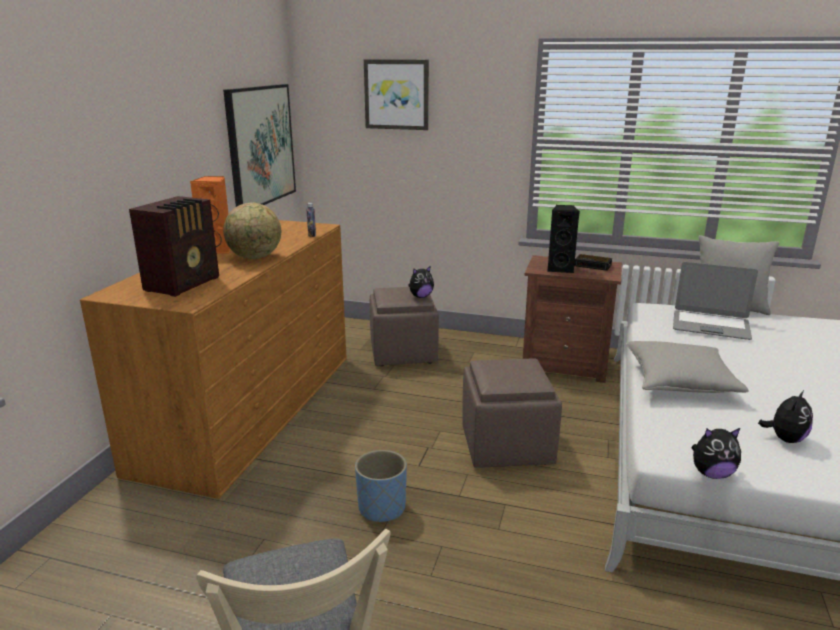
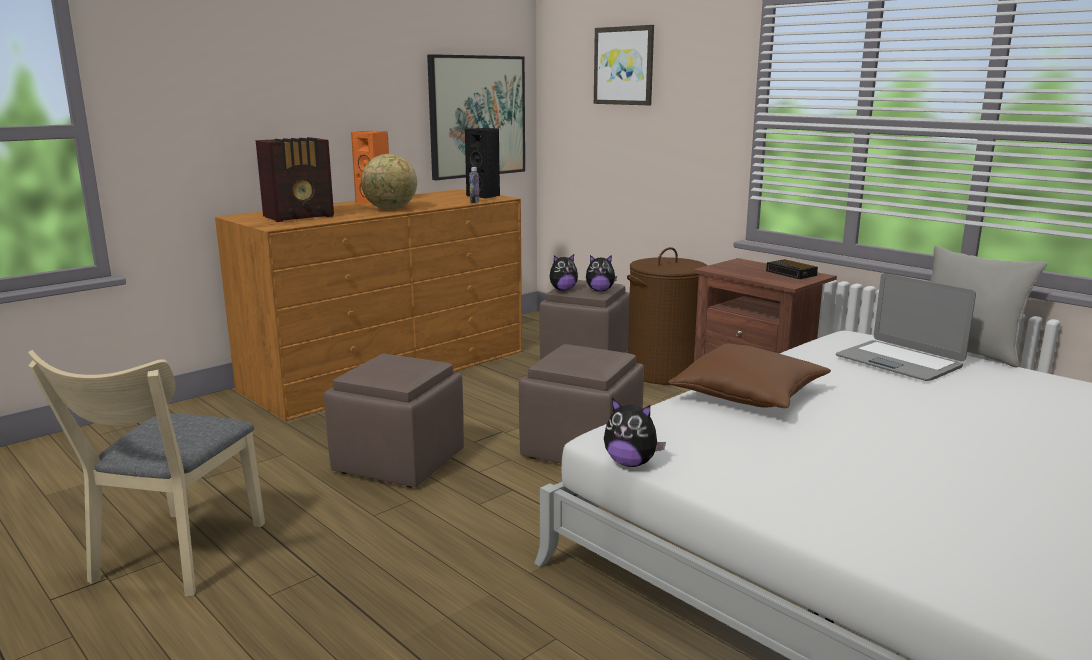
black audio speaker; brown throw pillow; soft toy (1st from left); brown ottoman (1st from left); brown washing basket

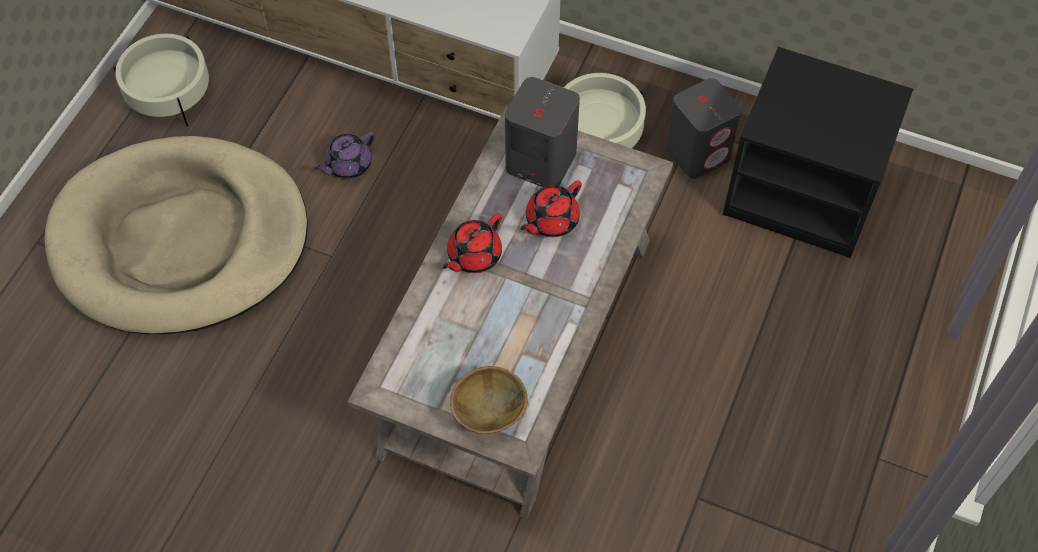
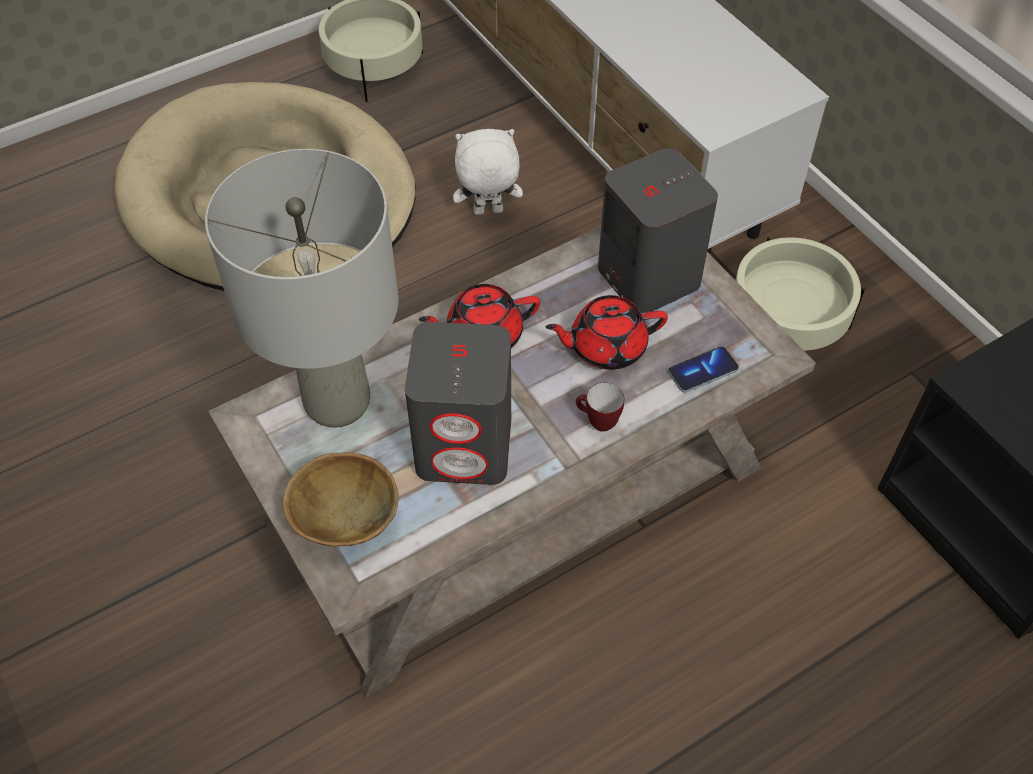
gray audio speaker (1st from left); whitish soft toy; gray table lamp; handset; coffee mug

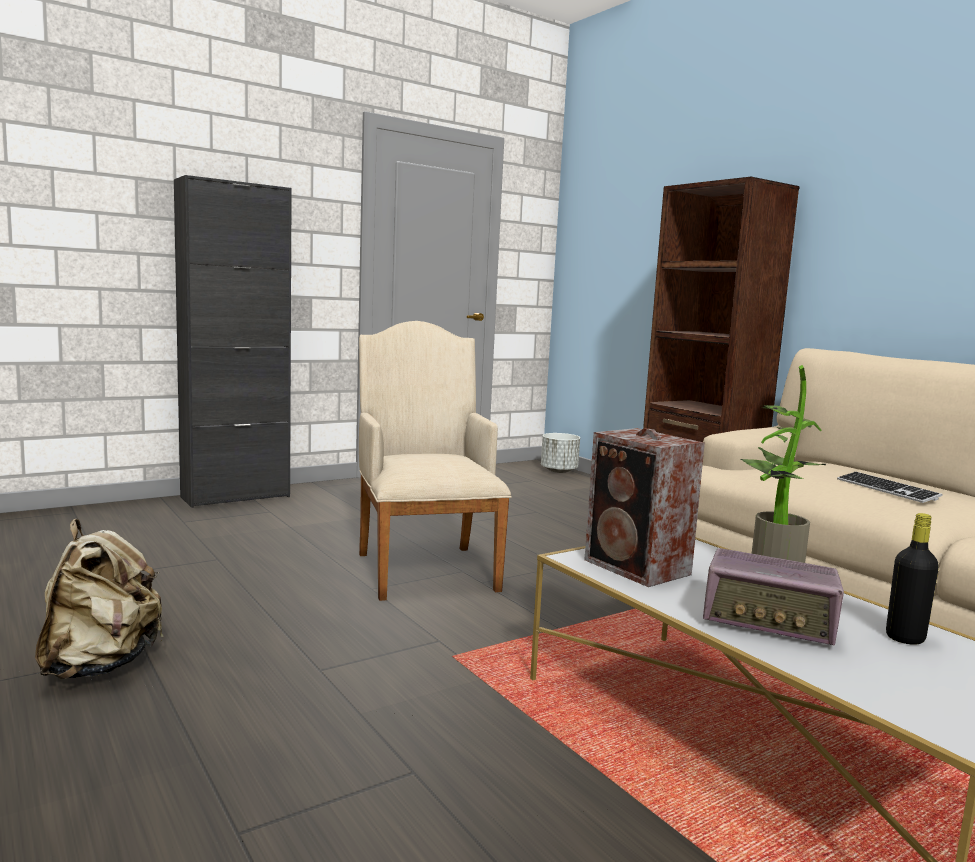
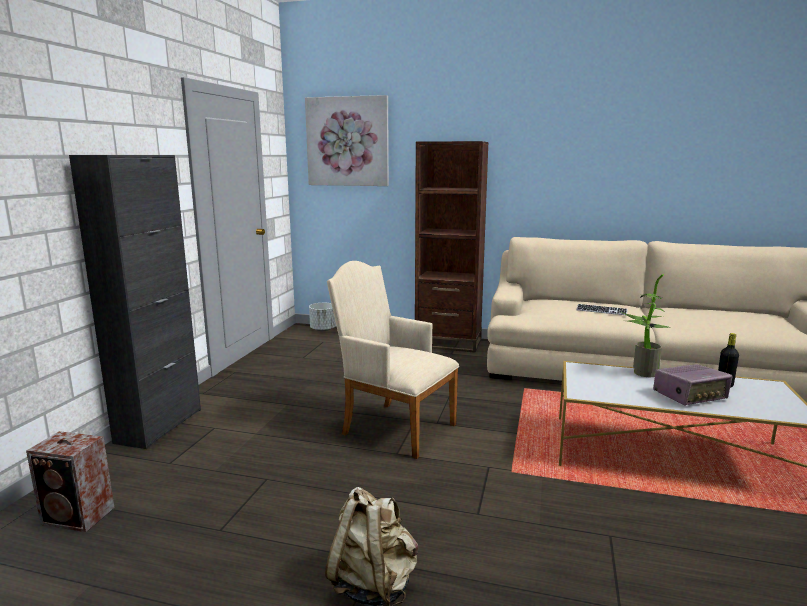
audio speaker; wall art

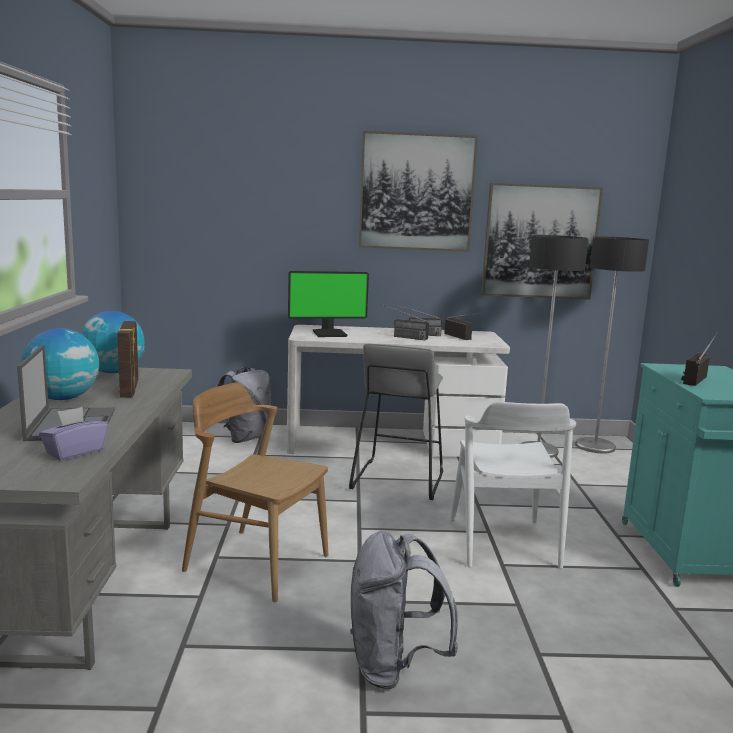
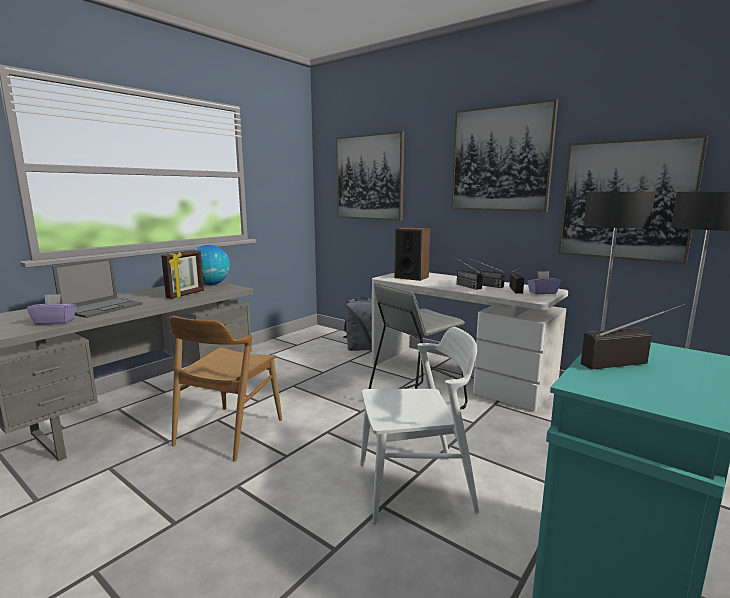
audio speaker; world globe (1st from left in the first image); brown plain chair; whitish plain chair; gray rucksack (2nd from left in the first image); wall art (1st from left); purple-coloured tissue box (2nd from left)

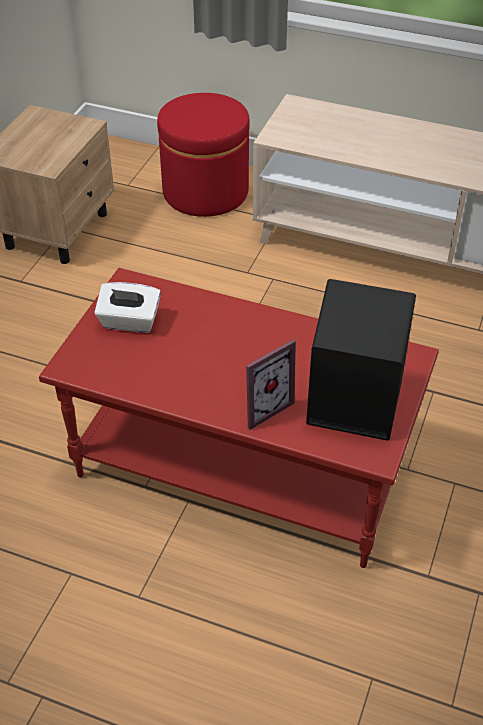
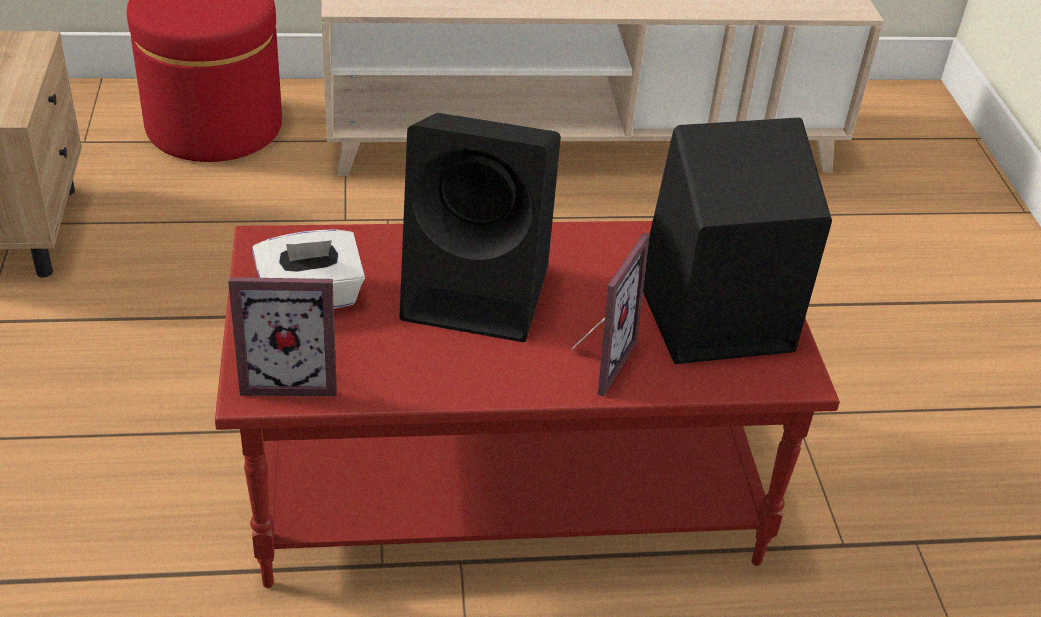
black audio speaker (1st from left); photo frame (1st from left)

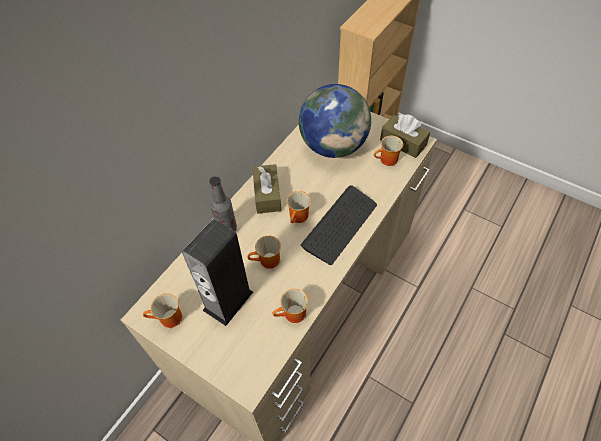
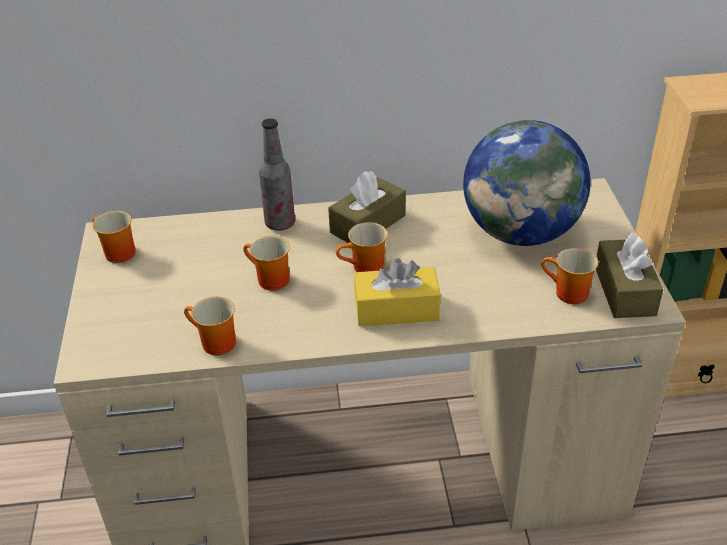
yellowish tissue box; audio speaker

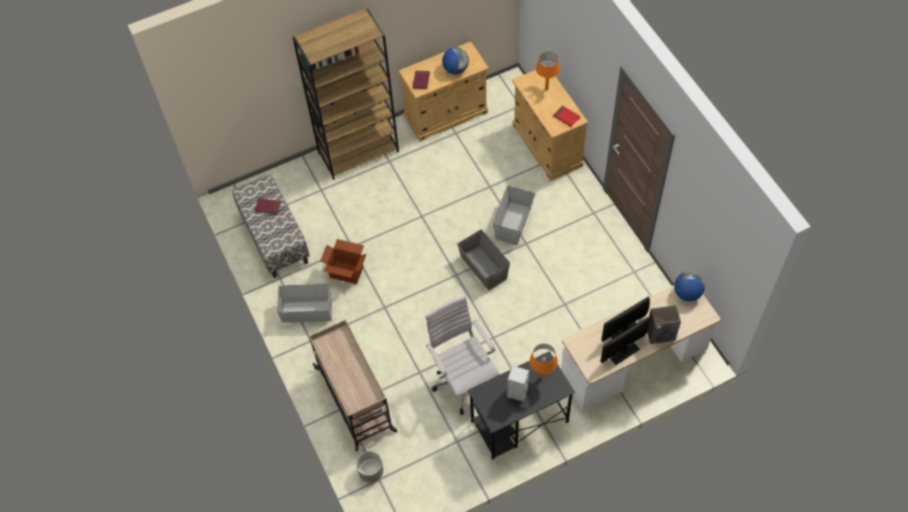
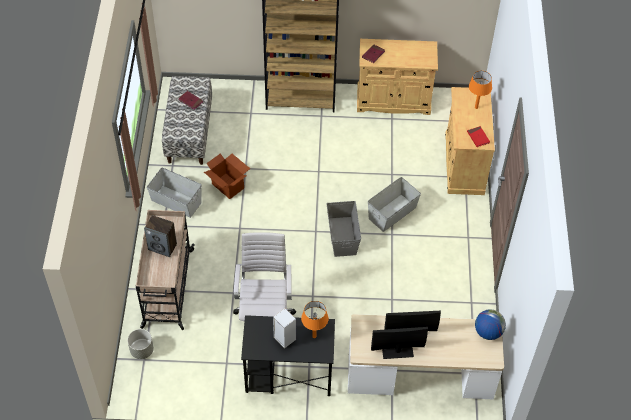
world globe (1st from left in the first image); audio speaker (1st from left)

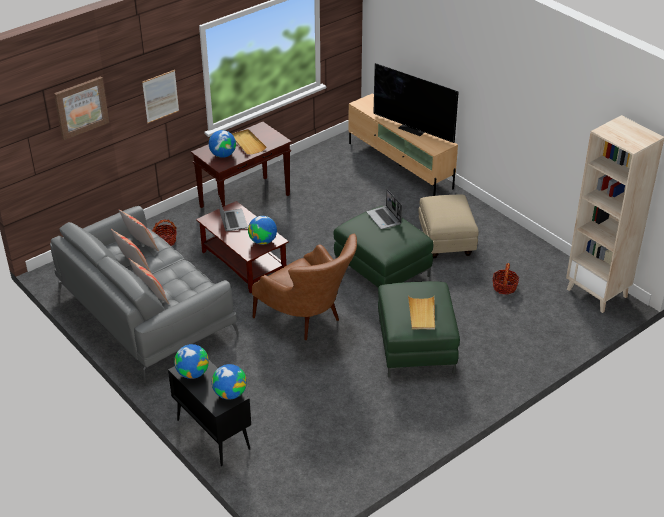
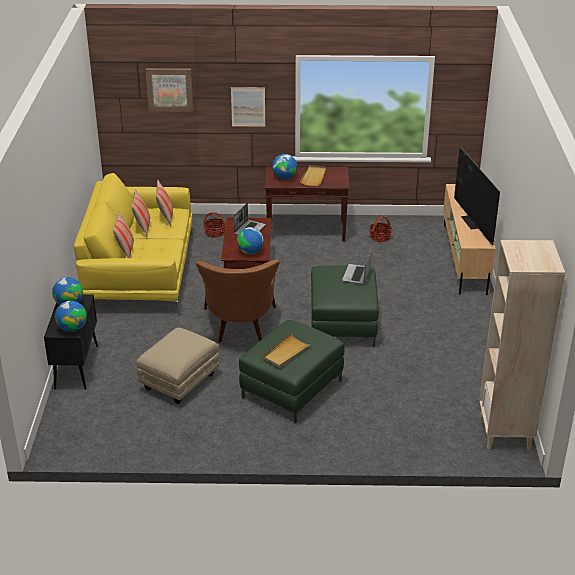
beige ottoman; yellowish couch; storage basket (2nd from left)

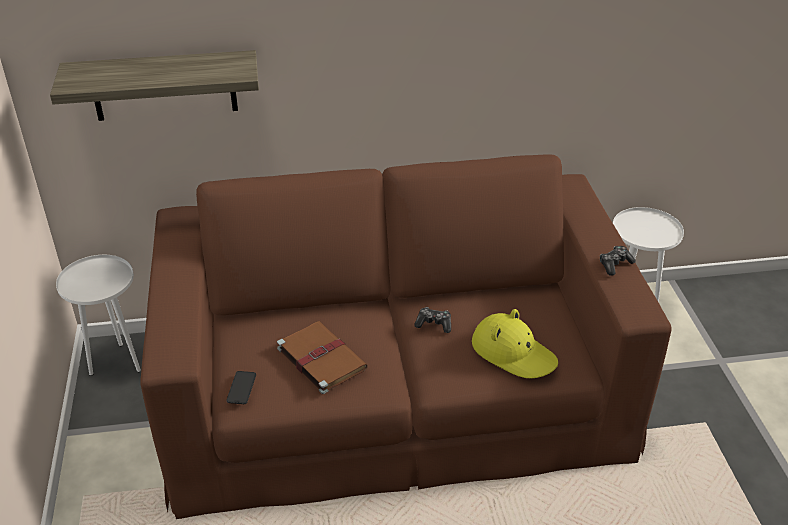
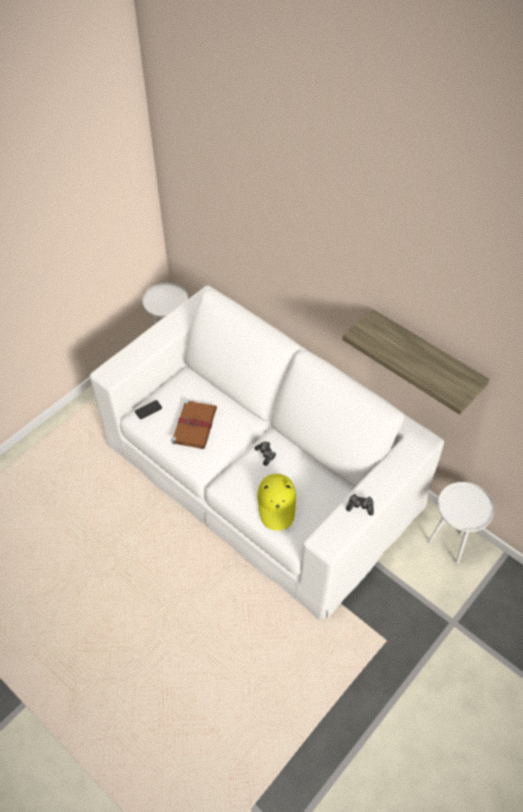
shelf; whitish couch

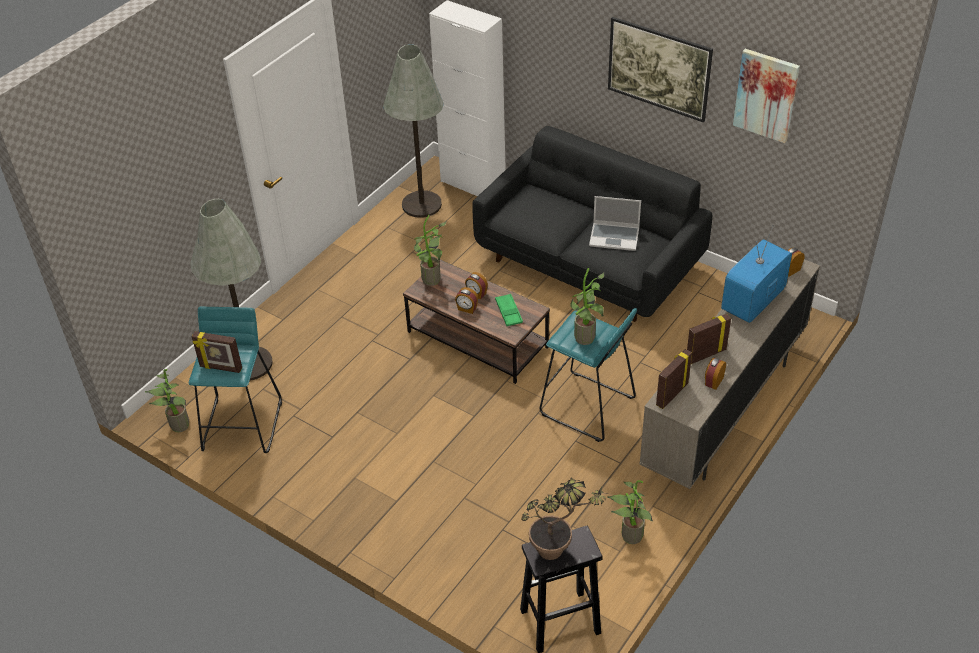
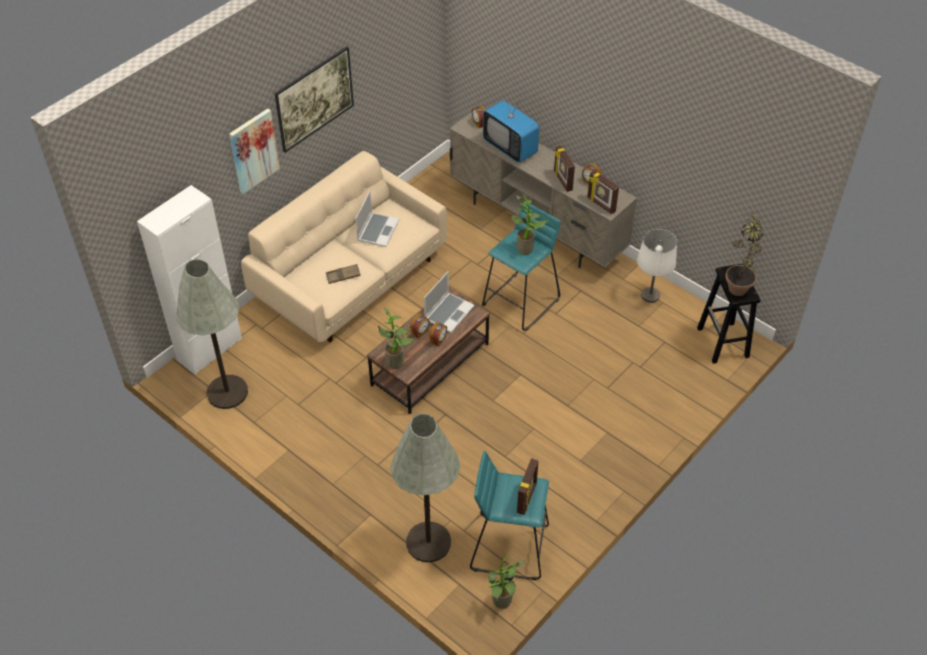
wall art (1st from left); beige couch; laptop (2nd from left); whitish table lamp; brown tray

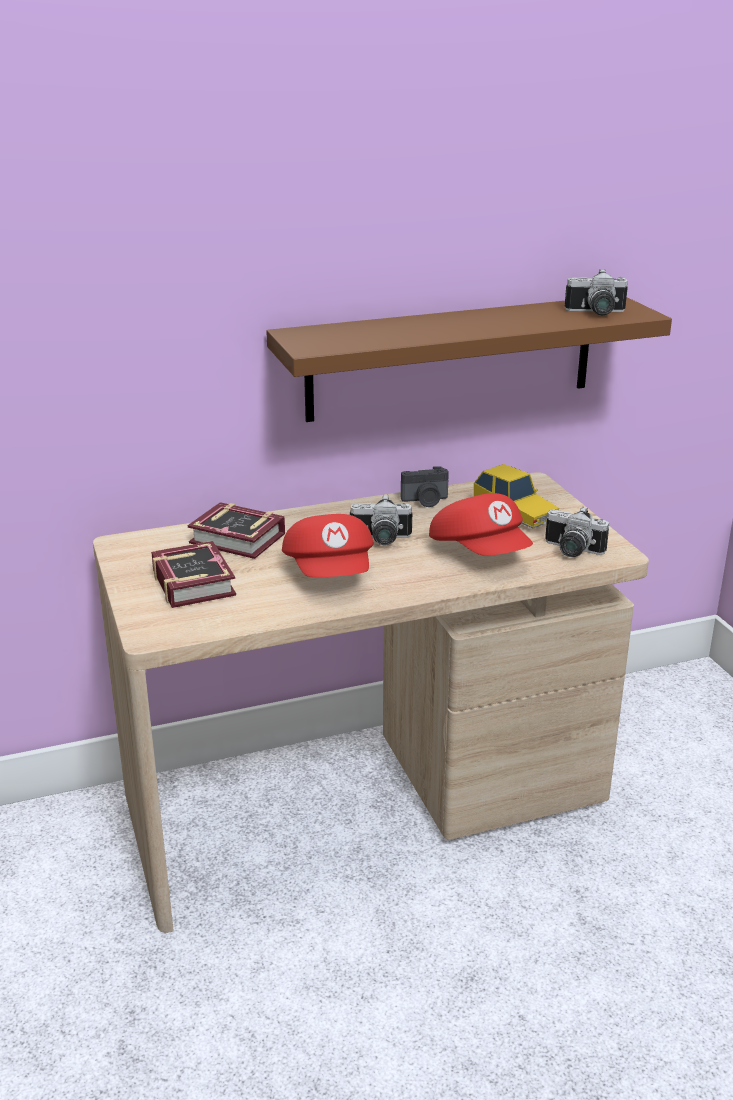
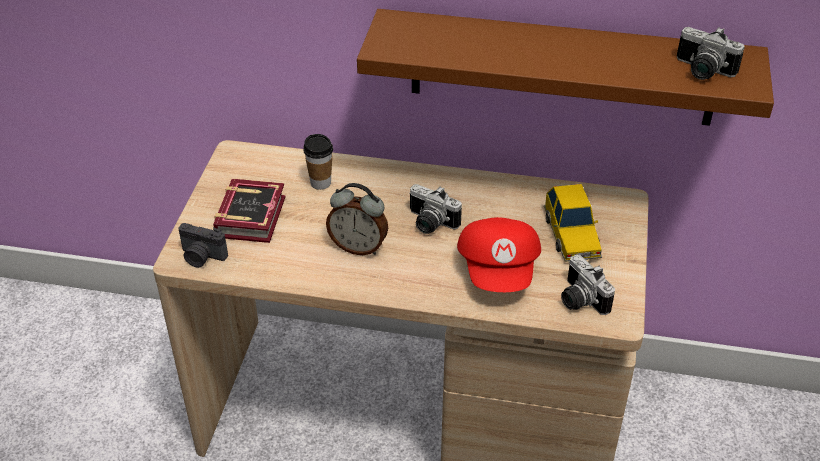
still camera (1st from left); cup; table clock

